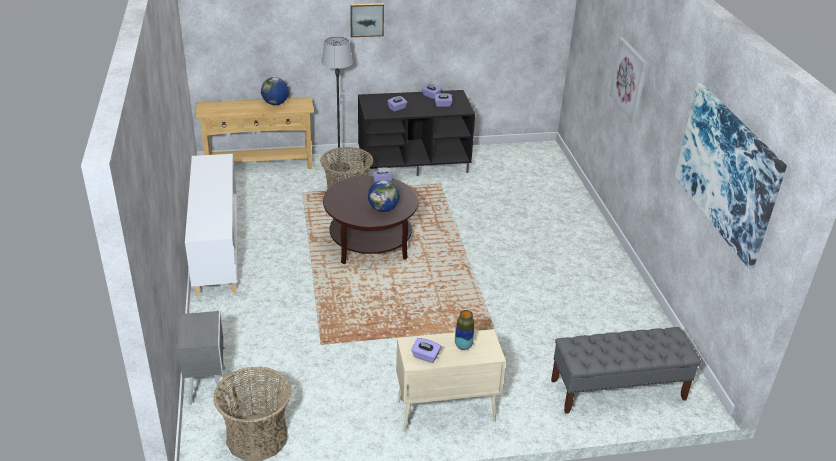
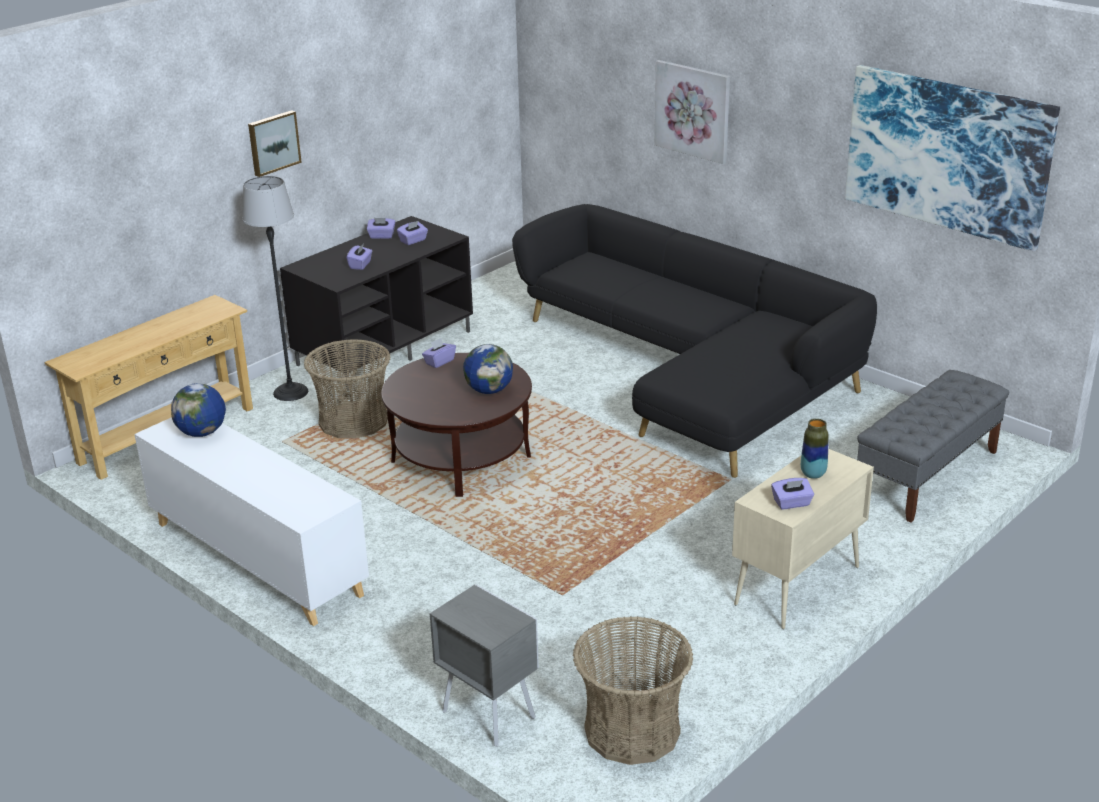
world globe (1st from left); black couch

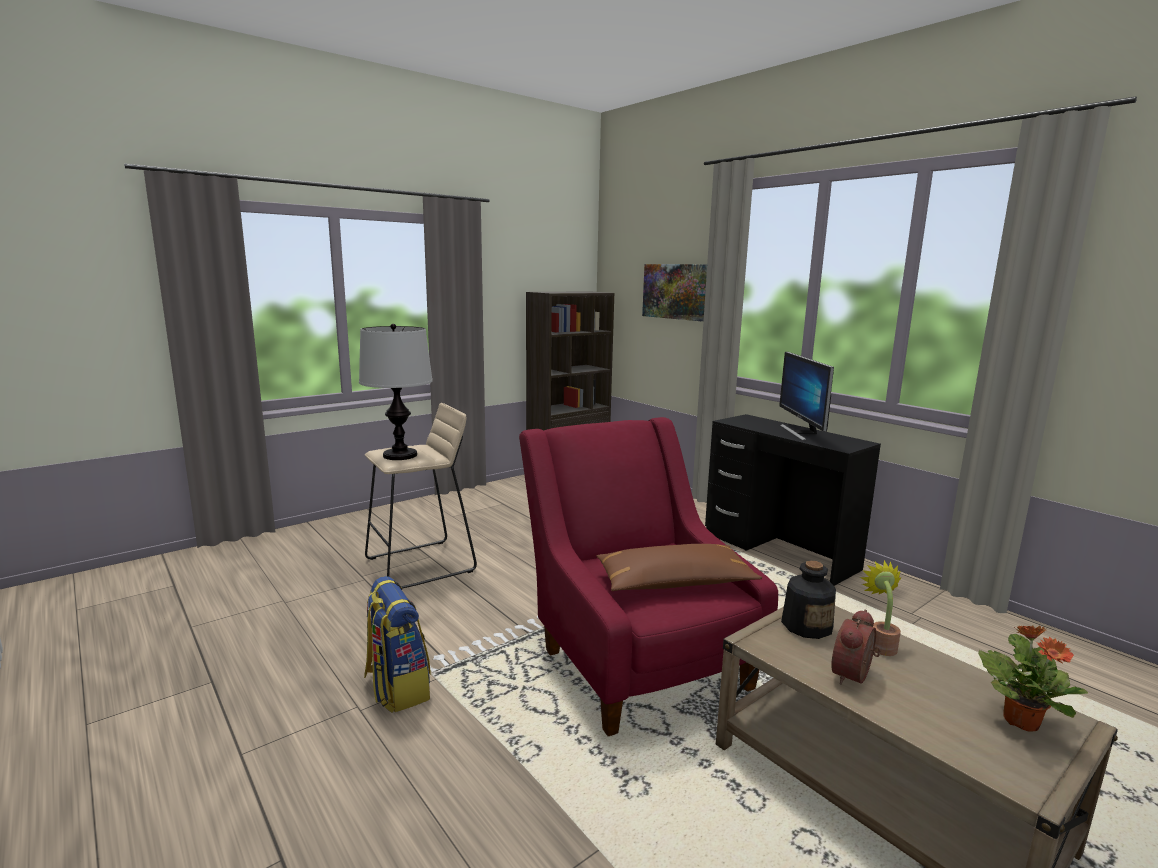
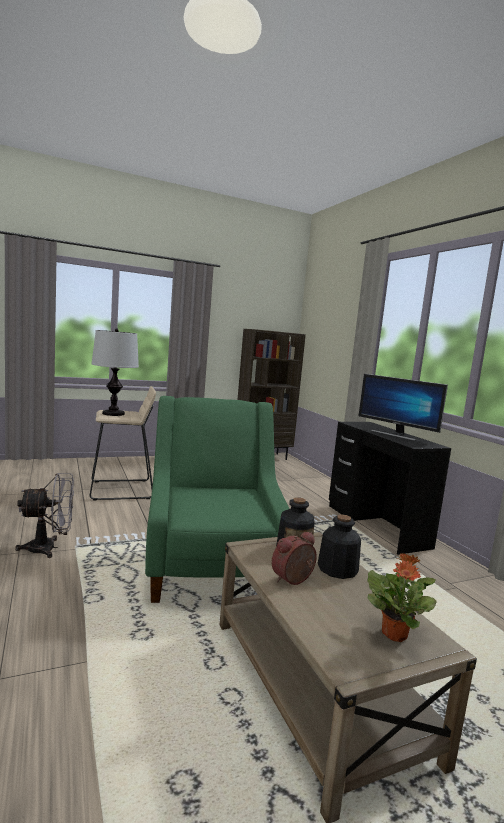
wall art; monitor; green-coloured easy chair; brown throw pillow; beverage bottle (2nd from left); gray electric fan

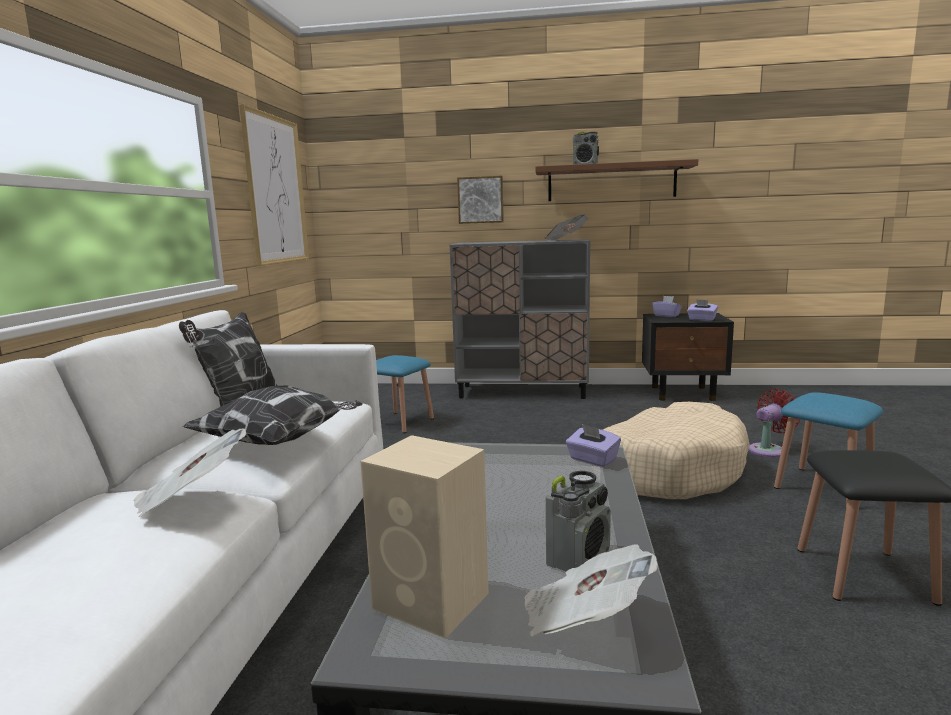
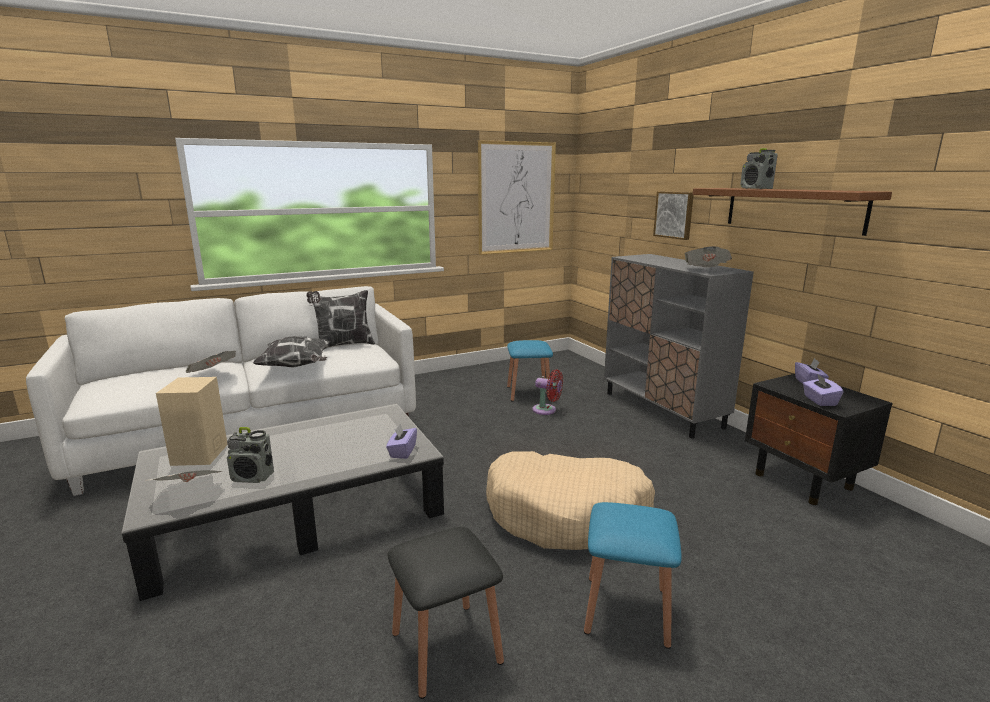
red-coloured electric fan

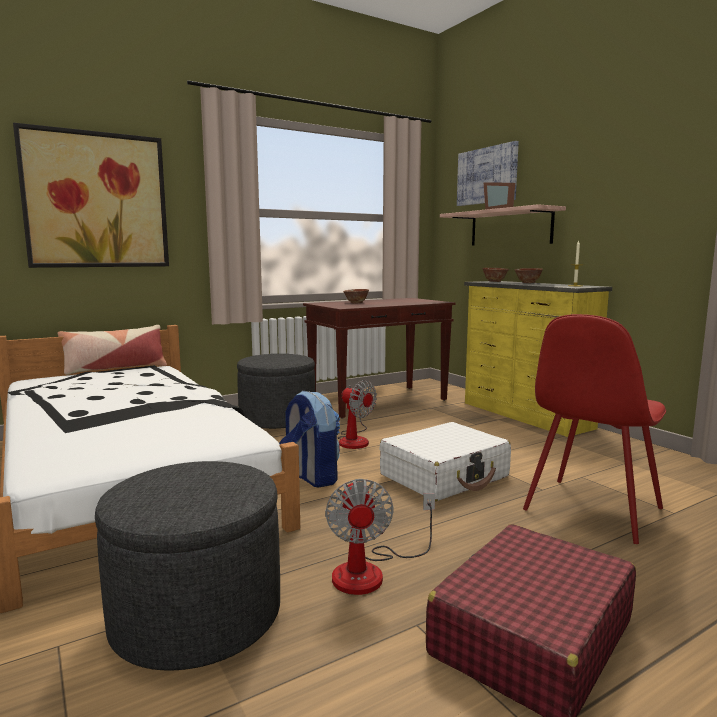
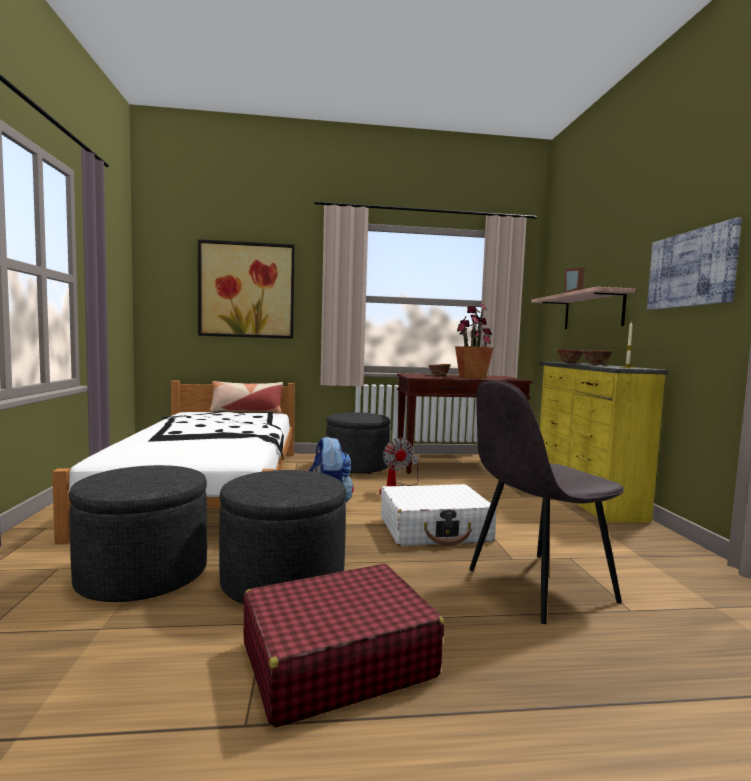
wall art (2nd from left); gray plain chair; gray ottoman (2nd from left); houseplant

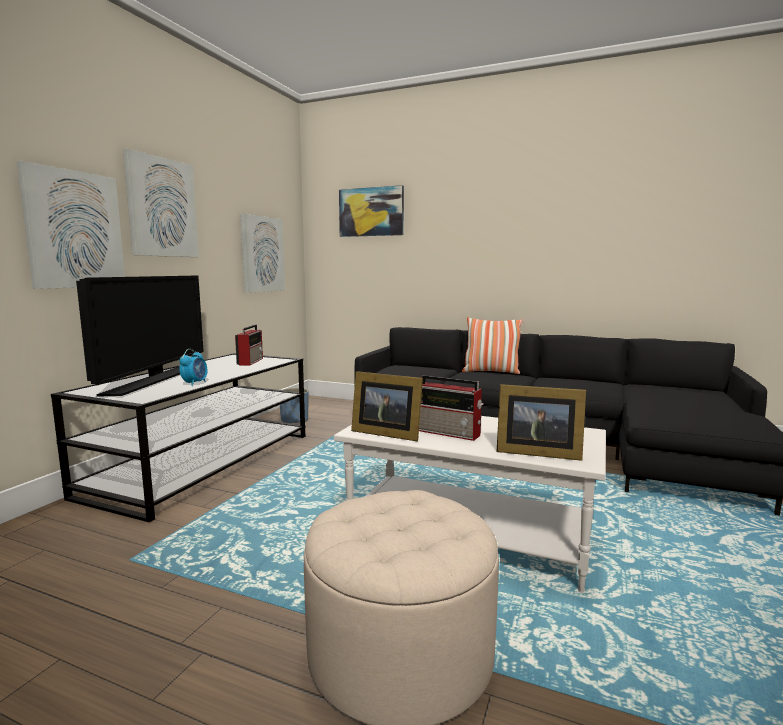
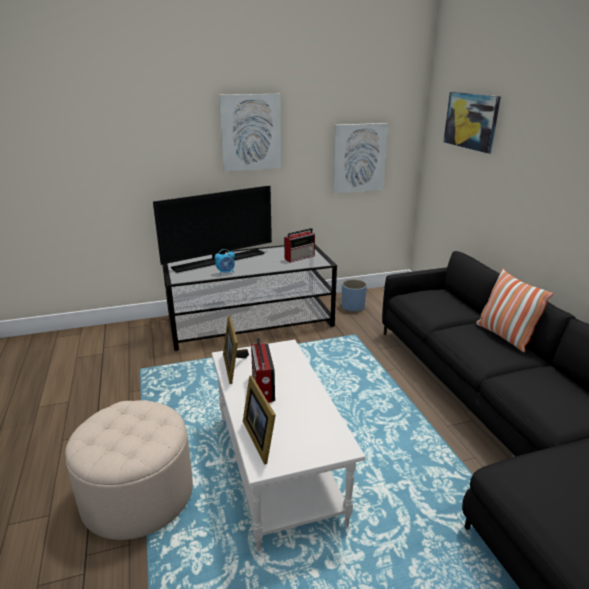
wall art (1st from left in the first image)

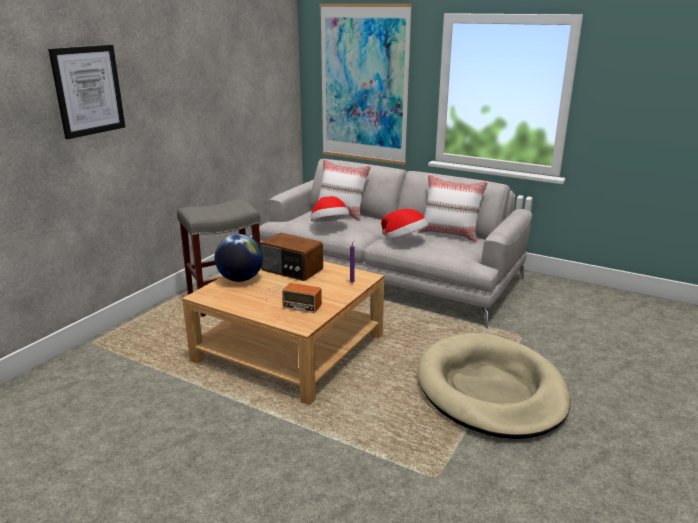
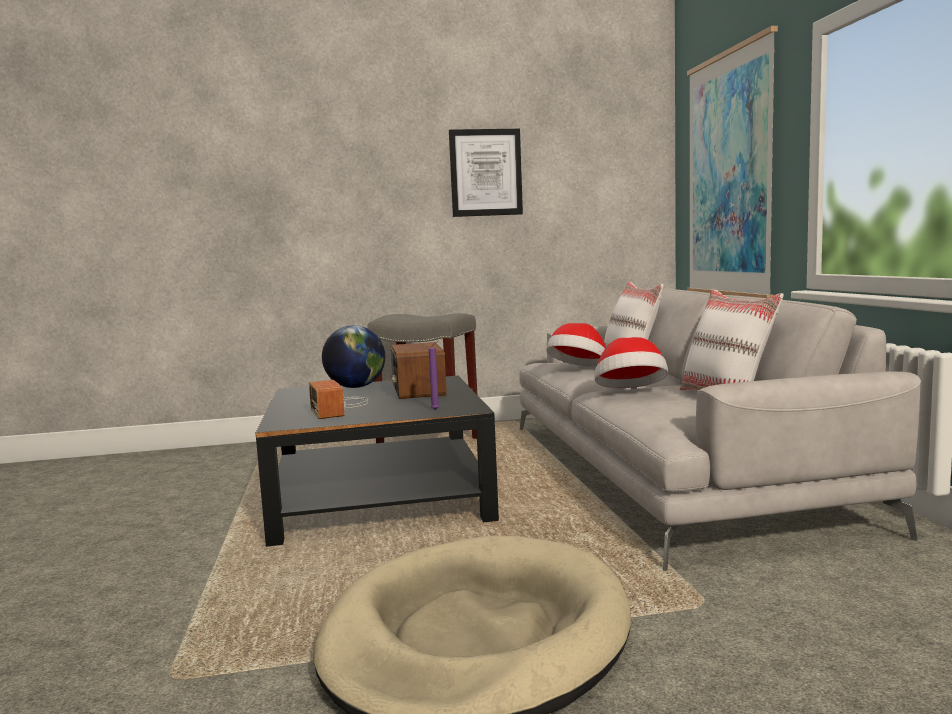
wall art (1st from left); black lounge table

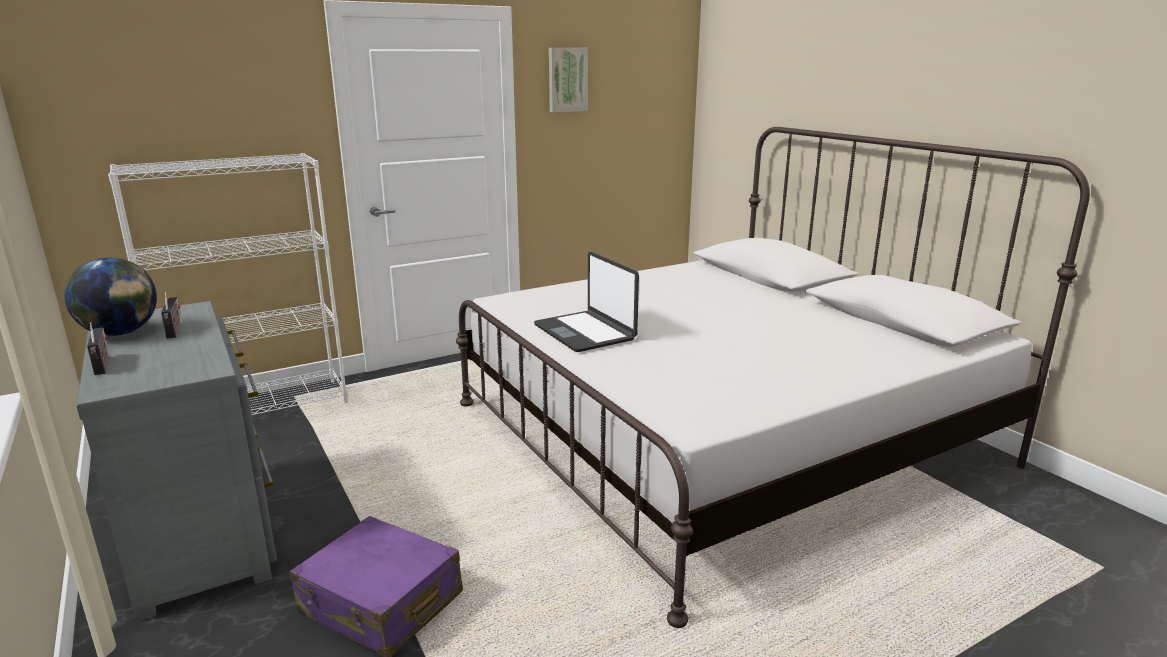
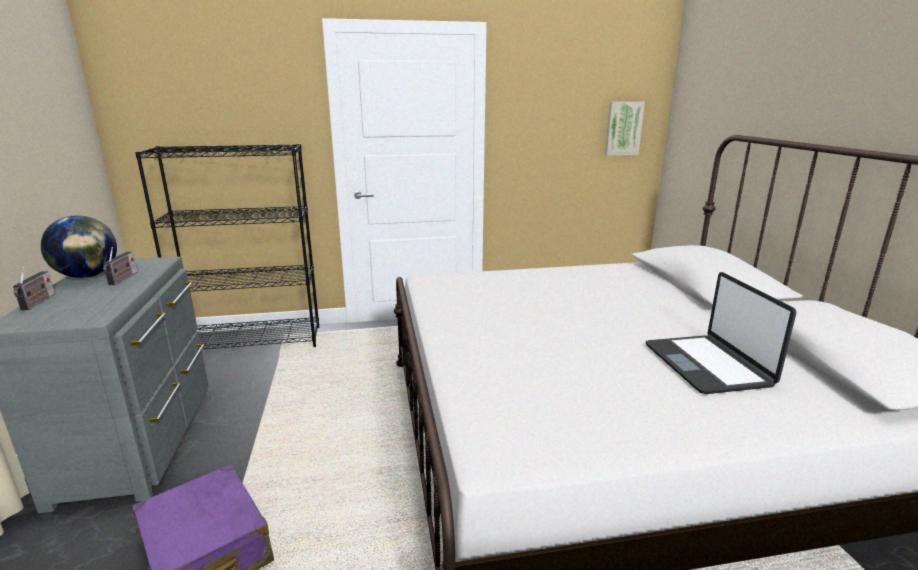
wall art; black shelving unit; laptop

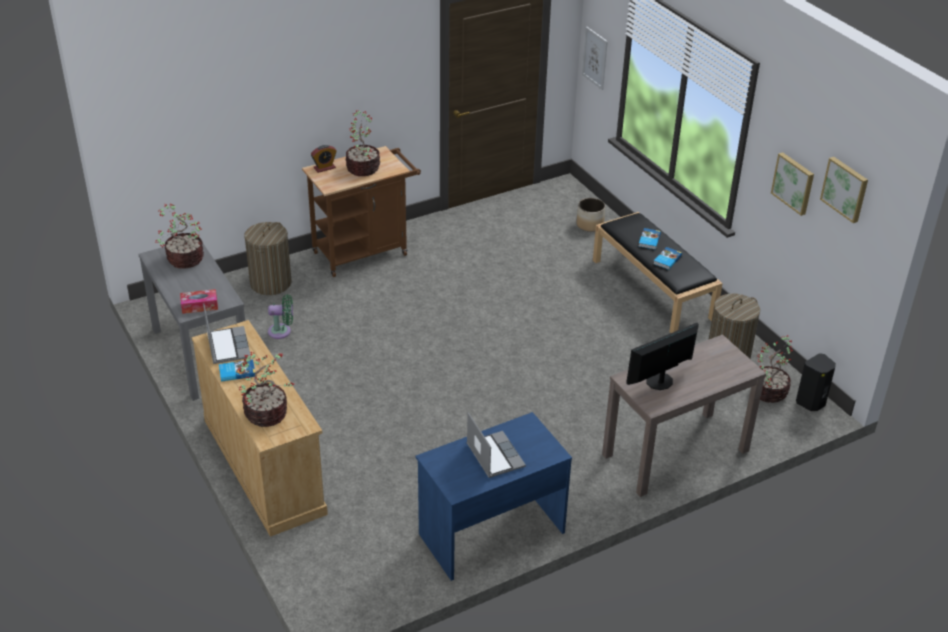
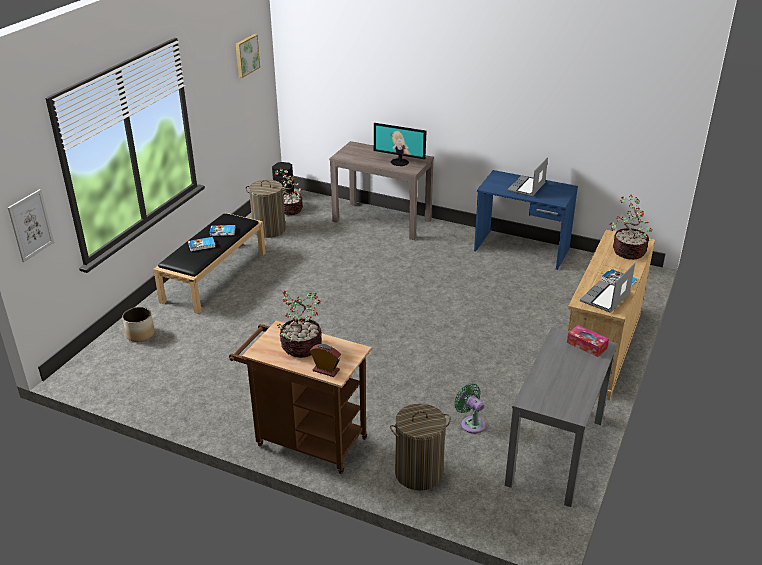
wall art (2nd from left in the first image); houseplant (1st from left in the first image)

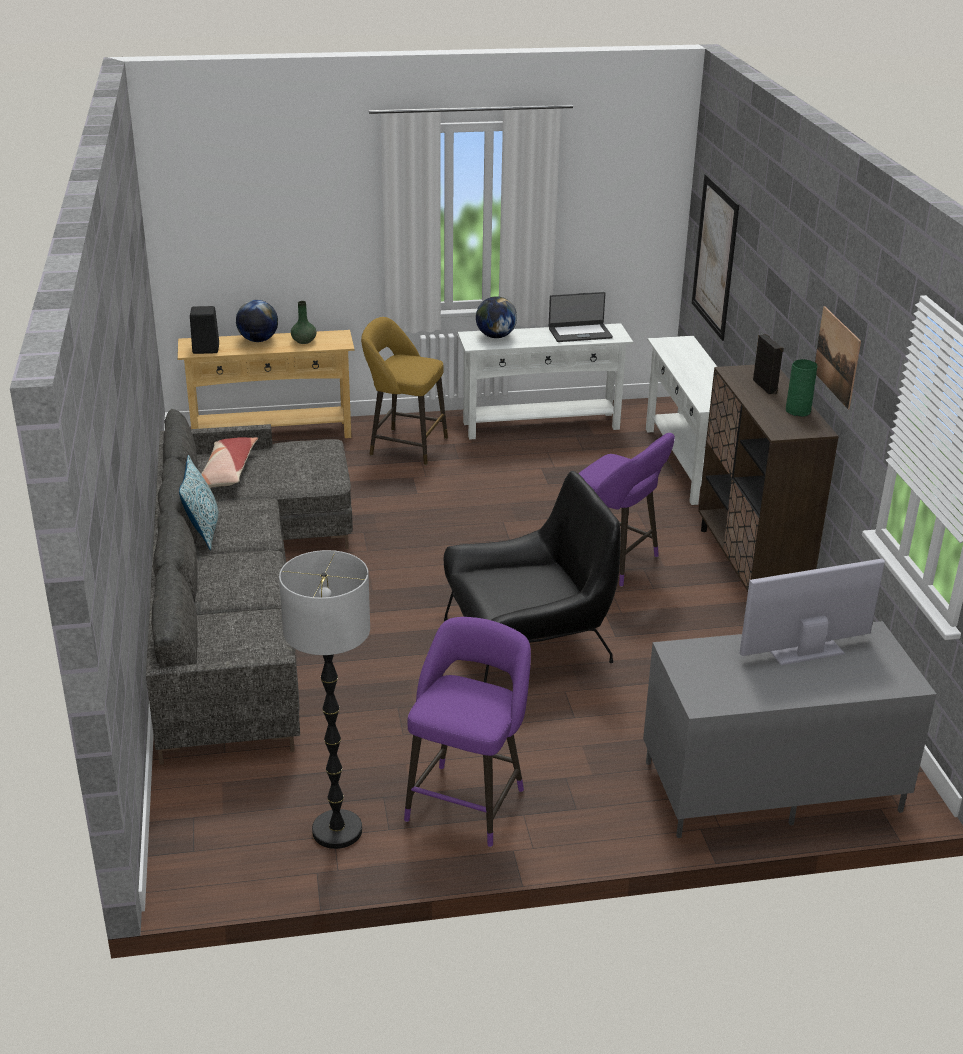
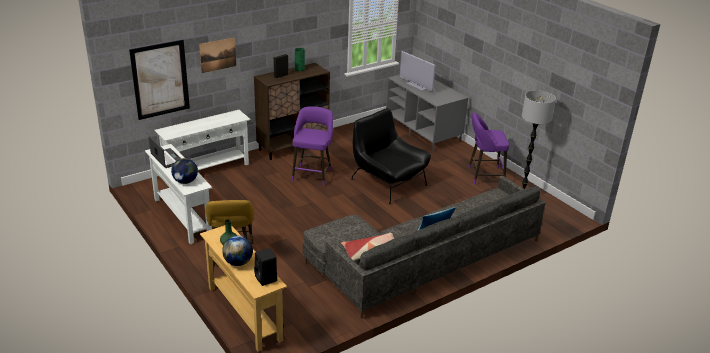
wall art (2nd from left)

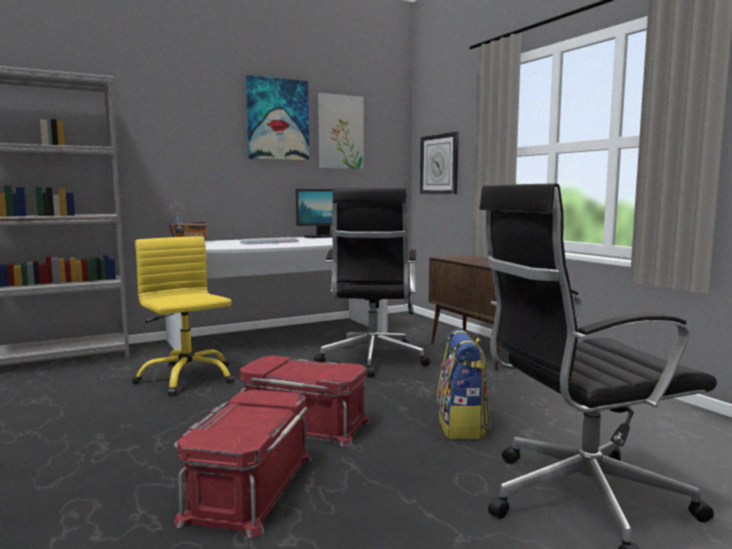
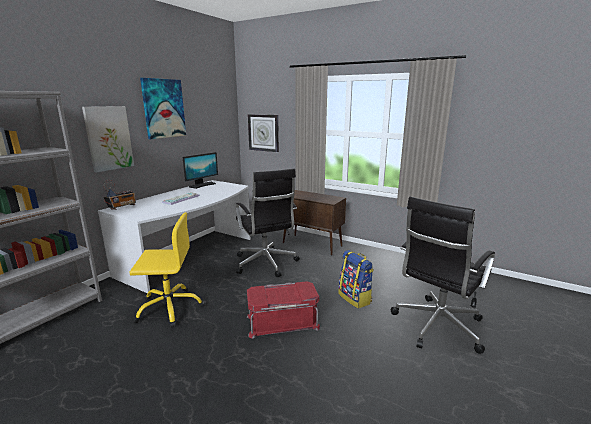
wall art (1st from left); yellowish computer chair; red-coloured storage bin (1st from left in the first image)

